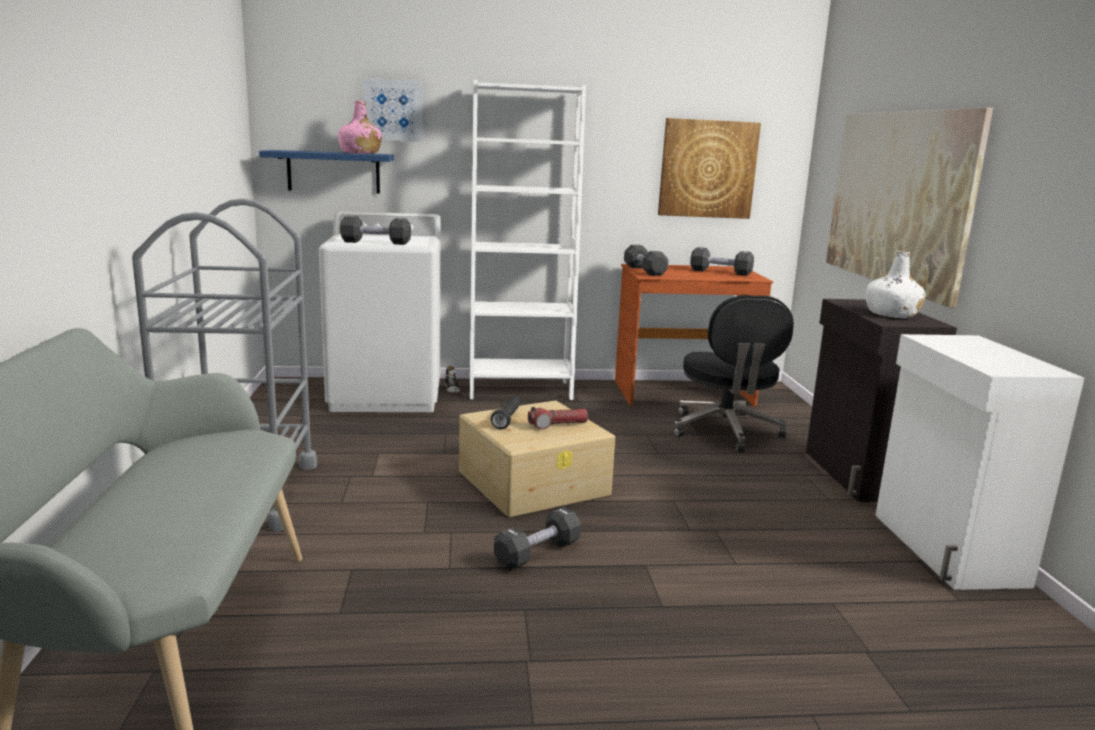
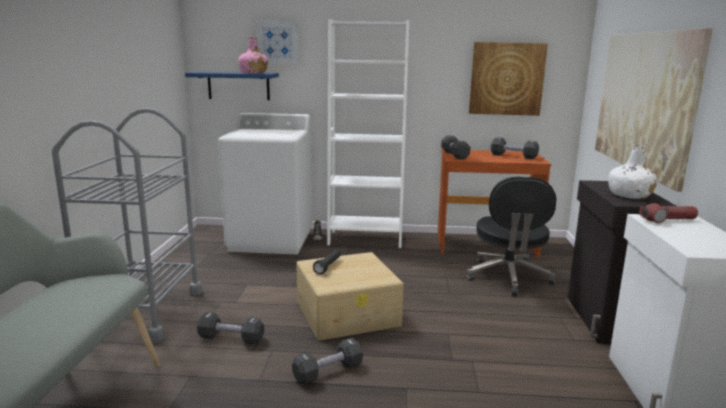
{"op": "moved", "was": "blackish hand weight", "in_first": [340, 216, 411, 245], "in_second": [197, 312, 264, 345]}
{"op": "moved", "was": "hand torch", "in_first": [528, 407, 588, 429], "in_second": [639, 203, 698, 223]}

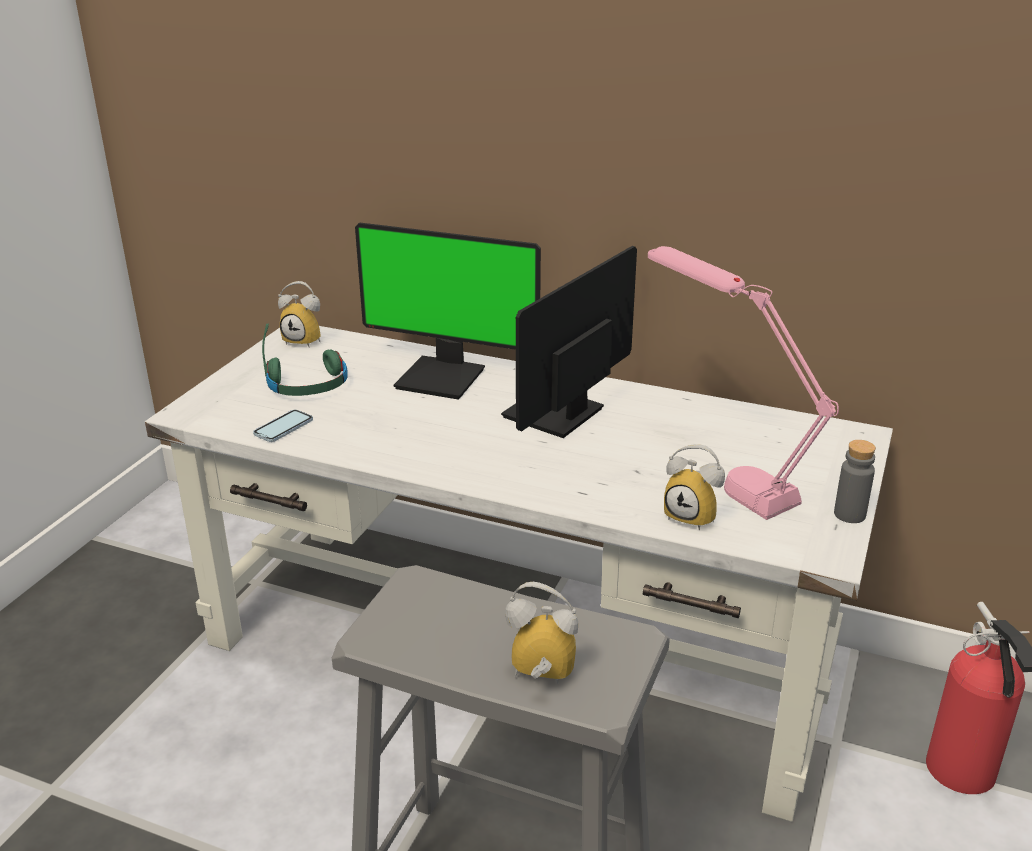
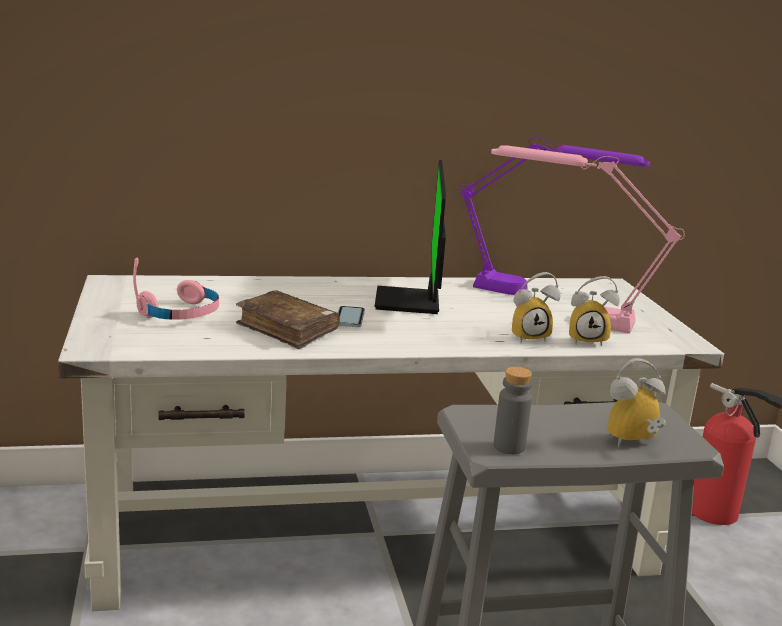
{"op": "moved", "was": "handset", "in_first": [253, 410, 313, 442], "in_second": [338, 306, 365, 327]}
{"op": "recoloured", "was": "green-coloured headset", "now": "pink-coloured headset", "in_first": [262, 324, 348, 396], "in_second": [133, 258, 219, 320]}
{"op": "moved", "was": "bedside clock", "in_first": [278, 281, 321, 347], "in_second": [512, 272, 560, 343]}
{"op": "removed", "was": "monitor", "in_first": [355, 223, 541, 400]}
{"op": "moved", "was": "gray drink bottle", "in_first": [834, 440, 876, 523], "in_second": [494, 367, 532, 454]}
{"op": "added", "now": "brown book", "in_second": [236, 290, 340, 349]}
{"op": "added", "now": "purplish tabletop lamp", "in_second": [459, 138, 650, 295]}

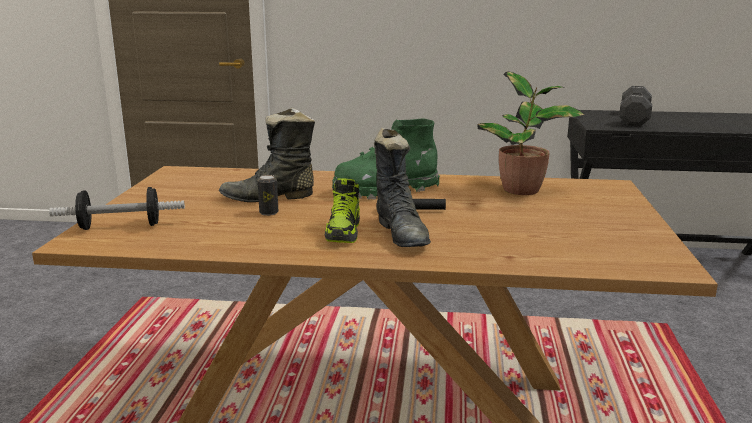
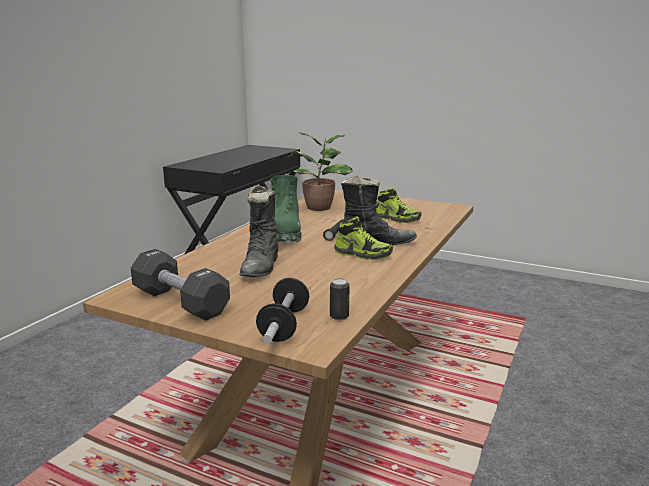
{"op": "moved", "was": "metal can", "in_first": [258, 175, 278, 216], "in_second": [330, 278, 350, 320]}
{"op": "moved", "was": "blackish hand weight", "in_first": [619, 86, 652, 126], "in_second": [130, 249, 230, 321]}
{"op": "added", "now": "shoe", "in_second": [376, 187, 422, 223]}

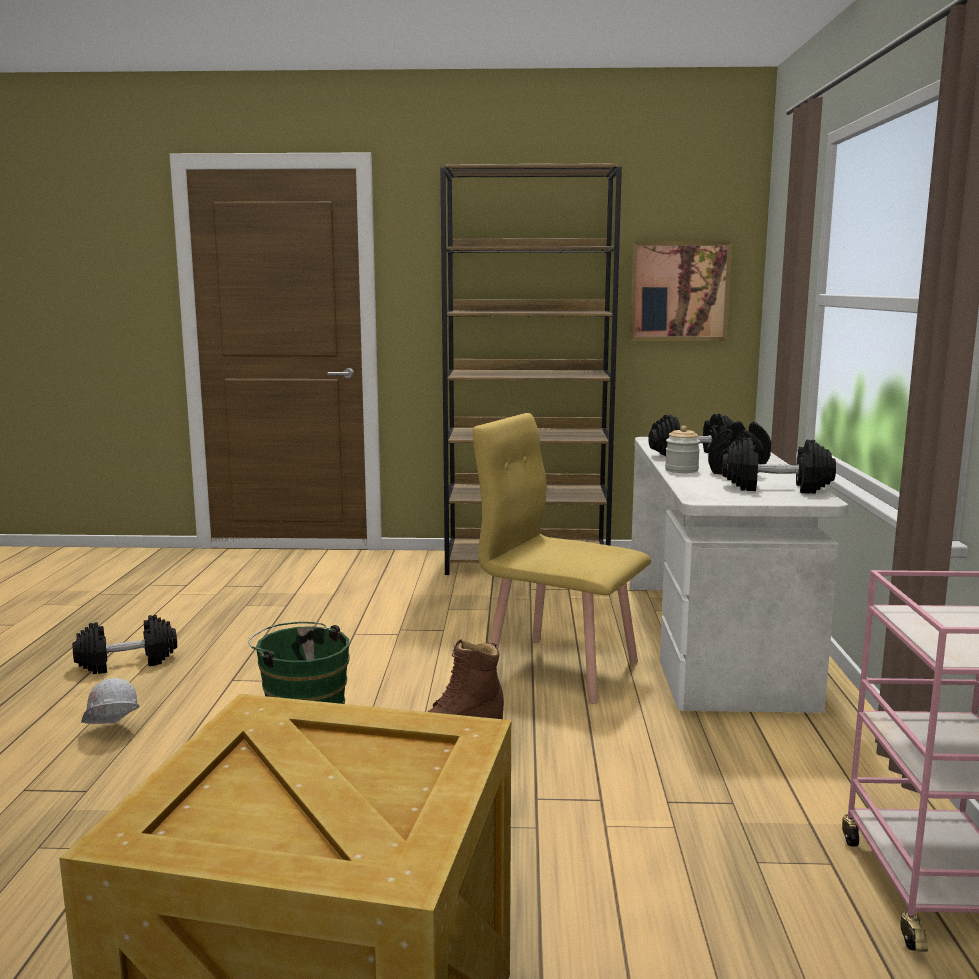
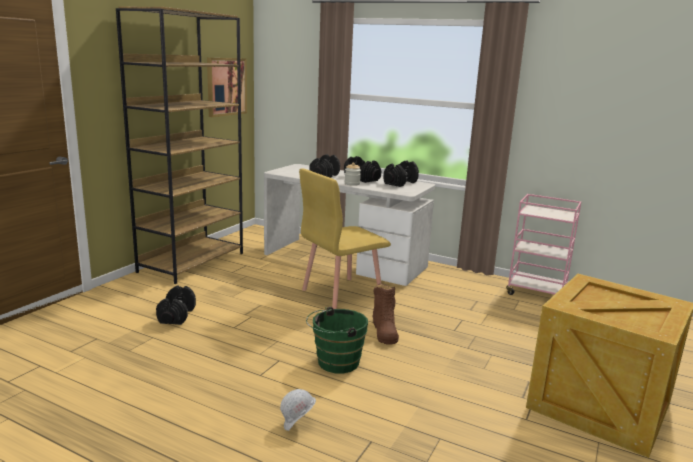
{"op": "moved", "was": "blackish hand weight", "in_first": [72, 615, 177, 674], "in_second": [156, 285, 196, 325]}

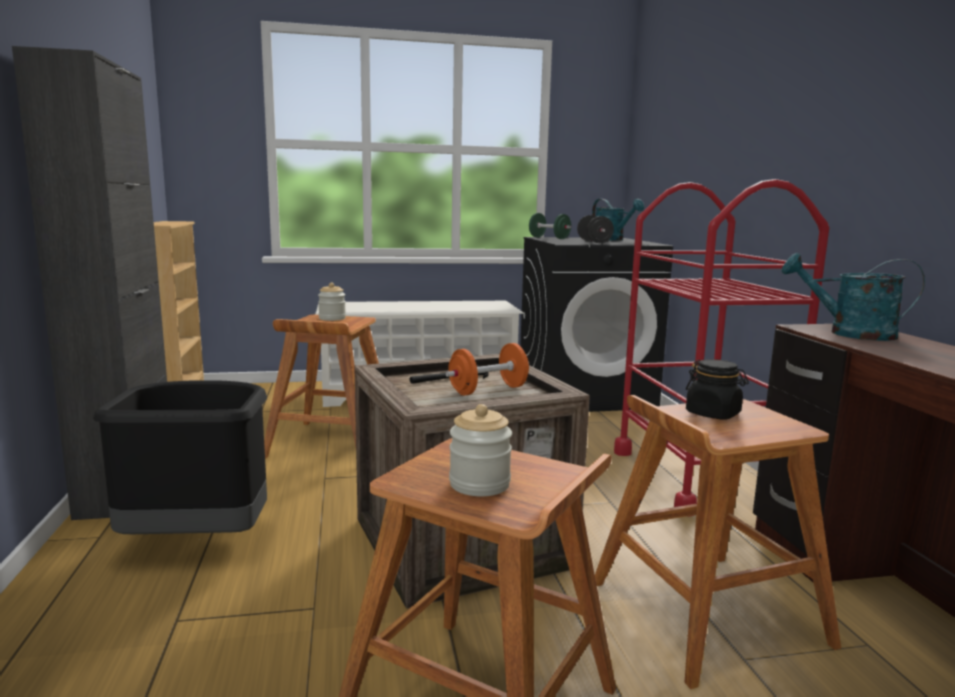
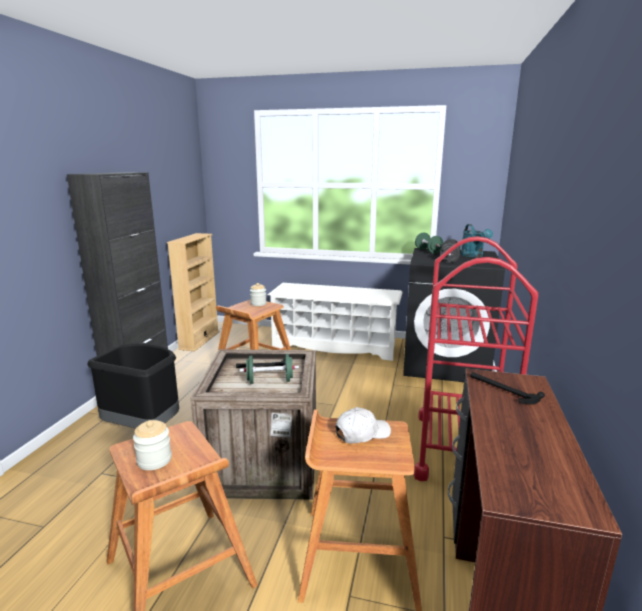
{"op": "recoloured", "was": "orange hand weight", "now": "green-coloured hand weight", "in_first": [446, 343, 529, 395], "in_second": [240, 354, 299, 384]}
{"op": "replaced", "was": "blackish jar", "now": "whitish baseball cap", "in_first": [686, 359, 749, 419], "in_second": [335, 407, 391, 443]}
{"op": "replaced", "was": "turquoise-coloured sprinkling can", "now": "hammer", "in_first": [781, 253, 925, 341], "in_second": [470, 372, 545, 404]}

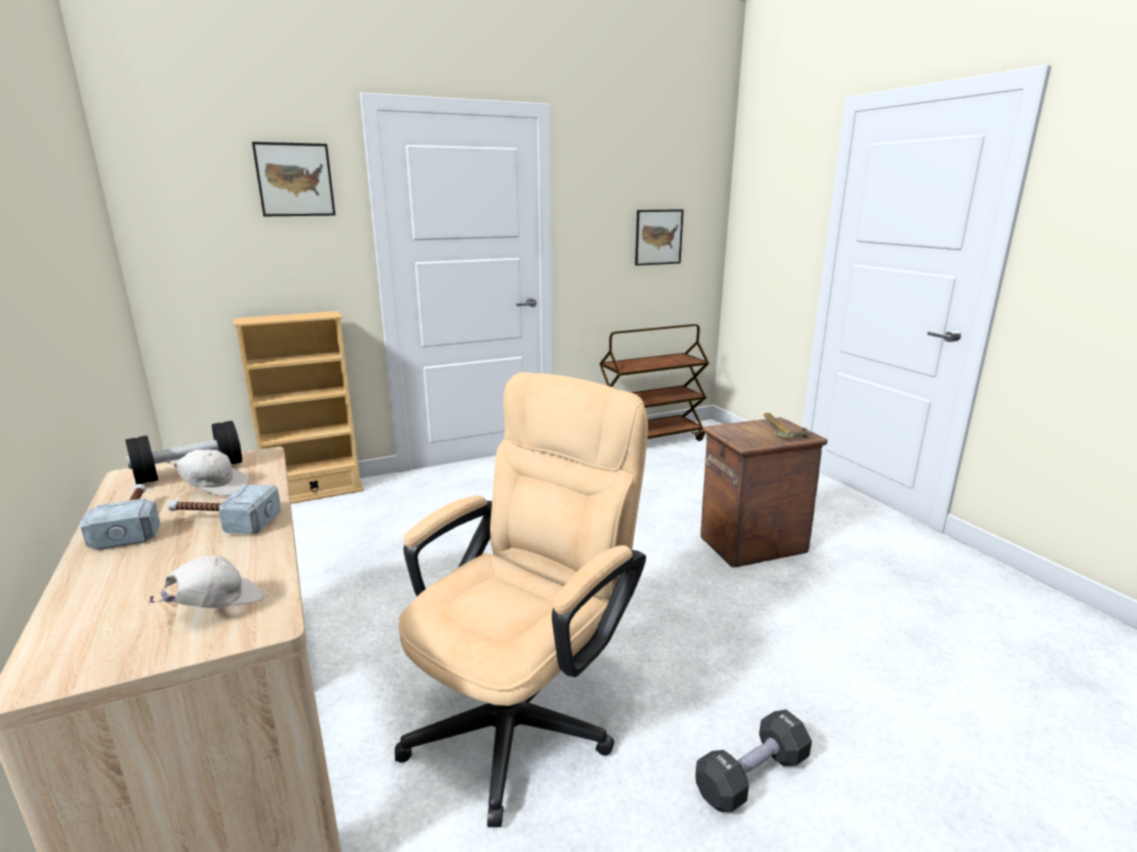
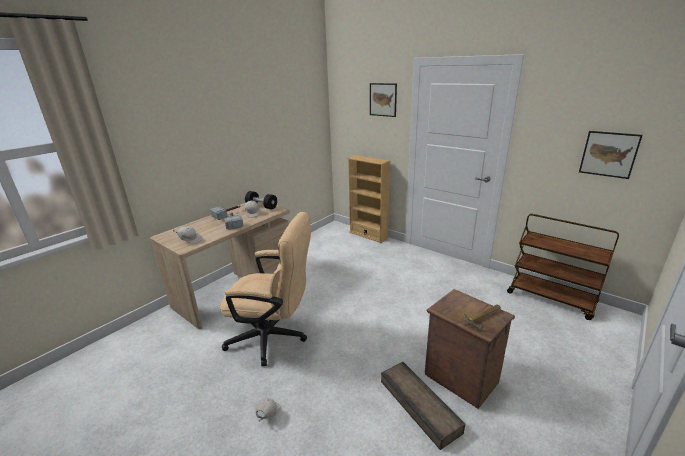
{"op": "replaced", "was": "blackish hand weight", "now": "whitish baseball cap", "in_first": [695, 710, 812, 812], "in_second": [256, 397, 281, 422]}
{"op": "added", "now": "shipping crate", "in_second": [381, 362, 465, 450]}

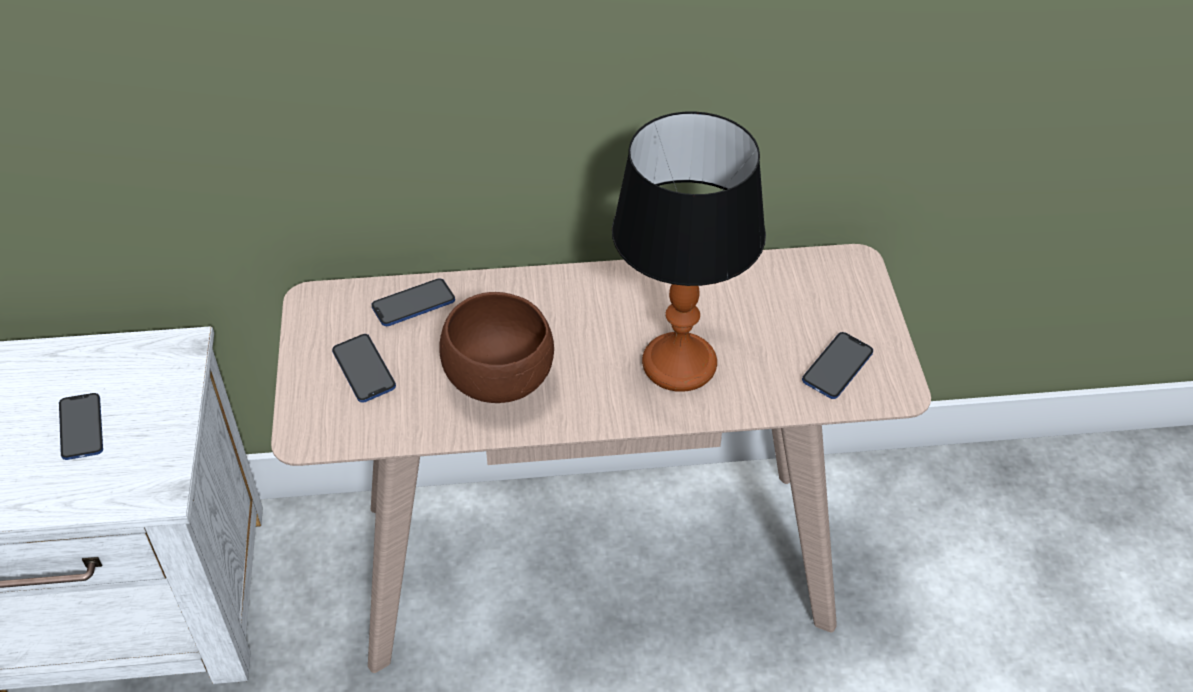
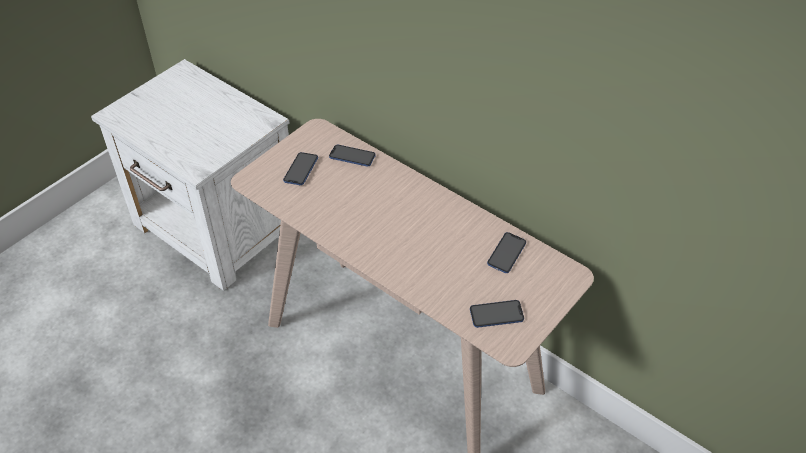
{"op": "moved", "was": "handset", "in_first": [59, 393, 103, 460], "in_second": [487, 232, 526, 273]}
{"op": "removed", "was": "brown bowl", "in_first": [439, 292, 554, 403]}
{"op": "removed", "was": "tabletop lamp", "in_first": [612, 111, 766, 392]}

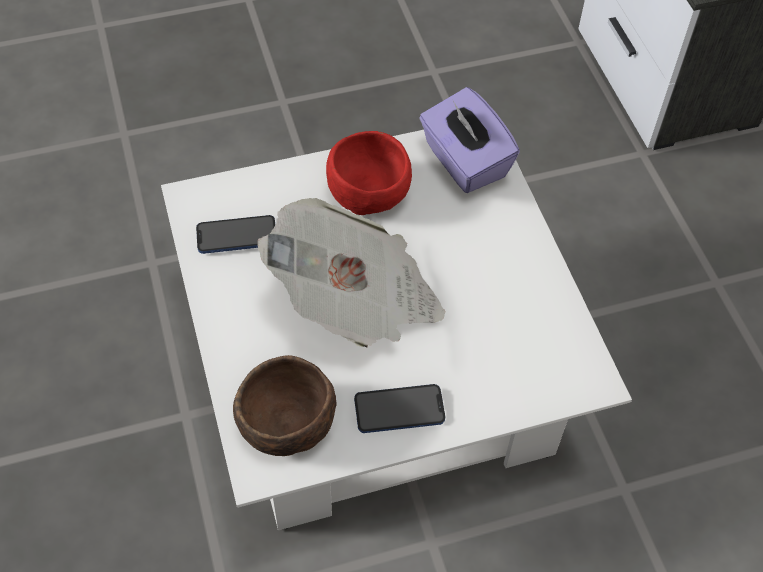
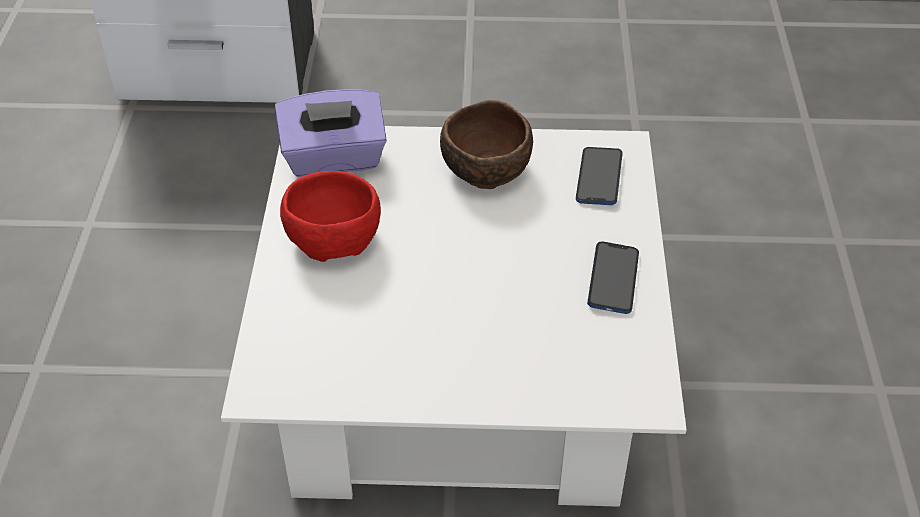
{"op": "moved", "was": "handset", "in_first": [196, 215, 275, 254], "in_second": [576, 147, 623, 205]}
{"op": "moved", "was": "brown bowl", "in_first": [233, 355, 337, 456], "in_second": [440, 100, 533, 189]}
{"op": "removed", "was": "daily paper", "in_first": [257, 198, 446, 347]}

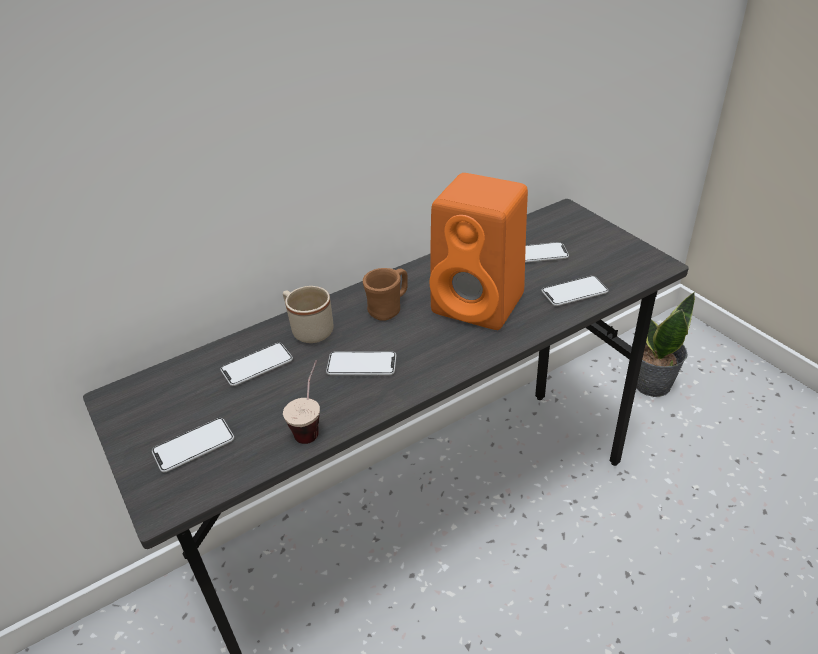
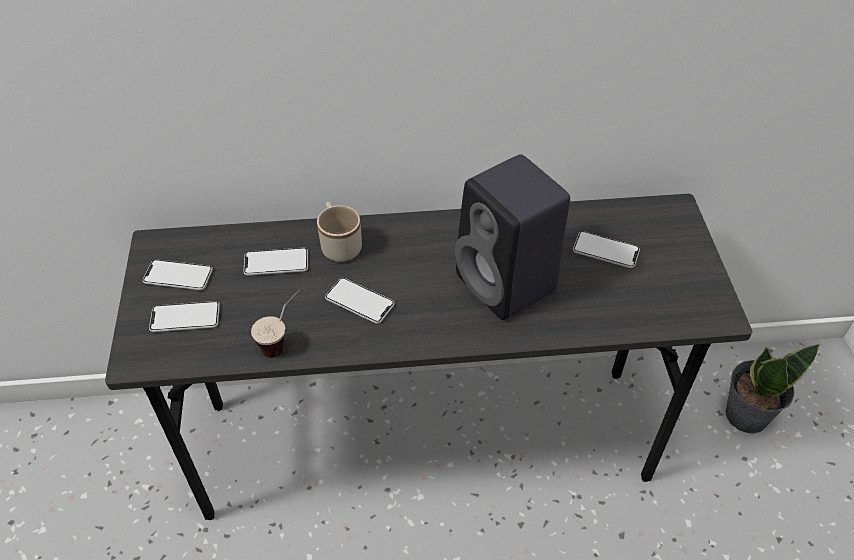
{"op": "removed", "was": "brown coffee mug", "in_first": [363, 268, 408, 321]}
{"op": "recoloured", "was": "orange loudspeaker", "now": "blackish loudspeaker", "in_first": [430, 173, 528, 330], "in_second": [455, 154, 570, 320]}
{"op": "moved", "was": "handset", "in_first": [541, 276, 608, 306], "in_second": [143, 259, 213, 290]}

